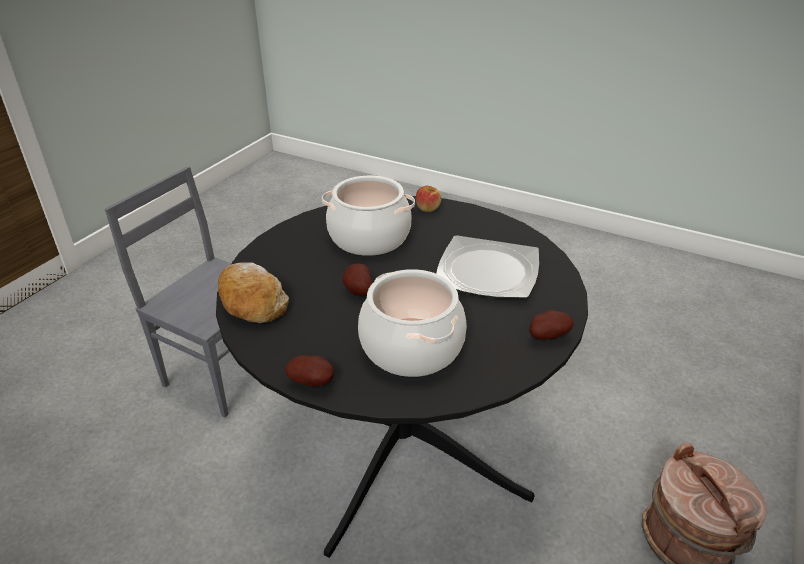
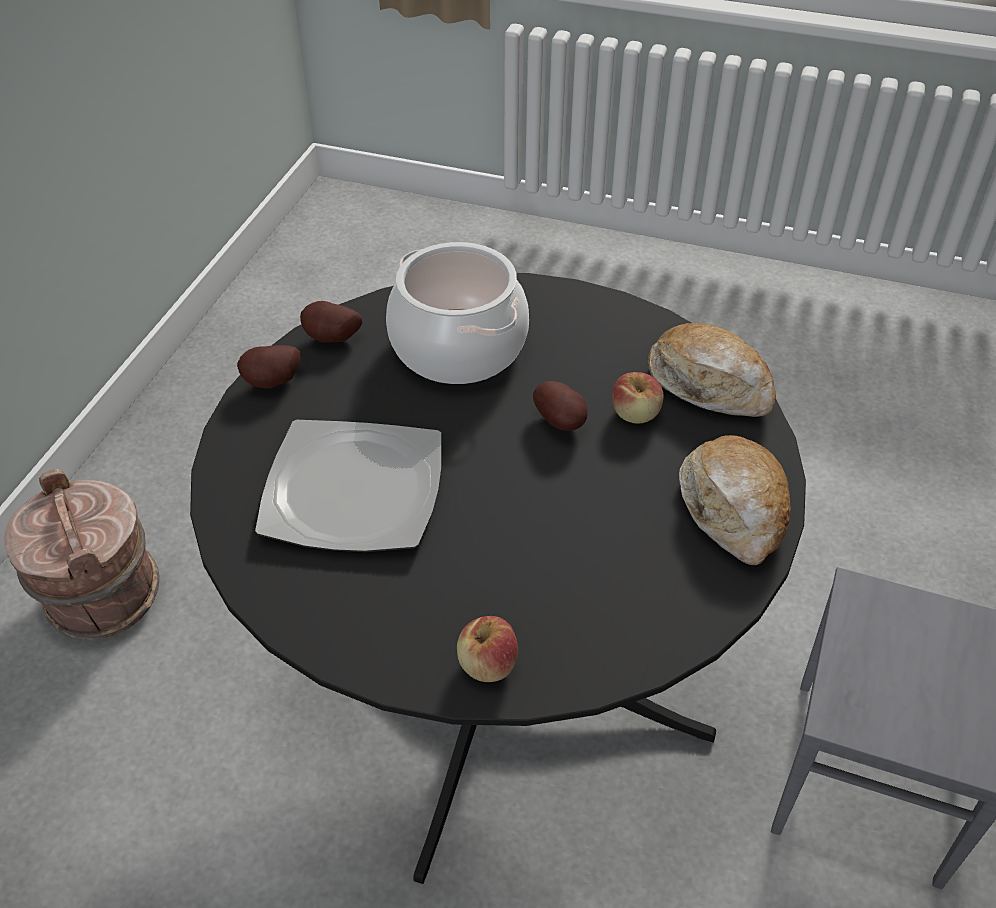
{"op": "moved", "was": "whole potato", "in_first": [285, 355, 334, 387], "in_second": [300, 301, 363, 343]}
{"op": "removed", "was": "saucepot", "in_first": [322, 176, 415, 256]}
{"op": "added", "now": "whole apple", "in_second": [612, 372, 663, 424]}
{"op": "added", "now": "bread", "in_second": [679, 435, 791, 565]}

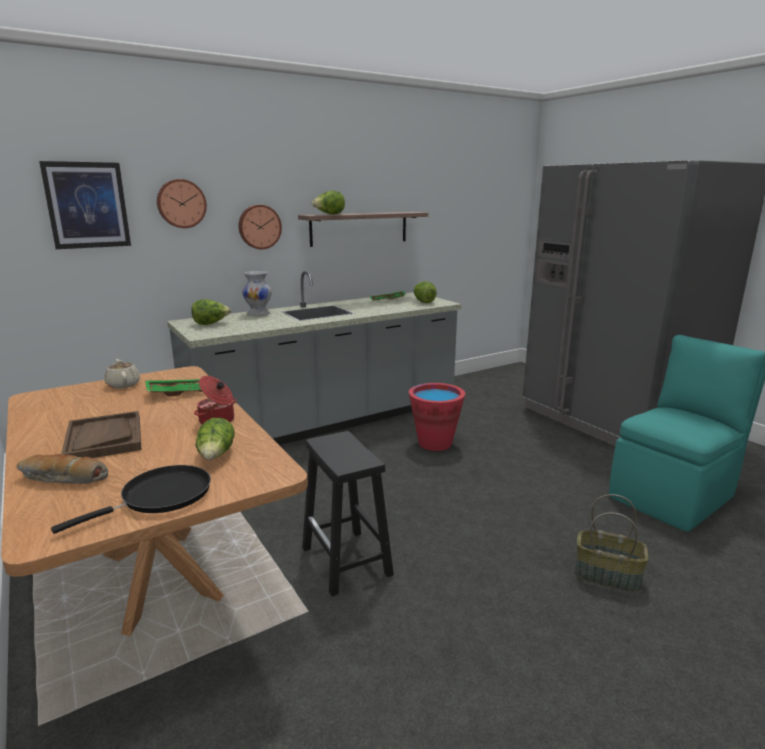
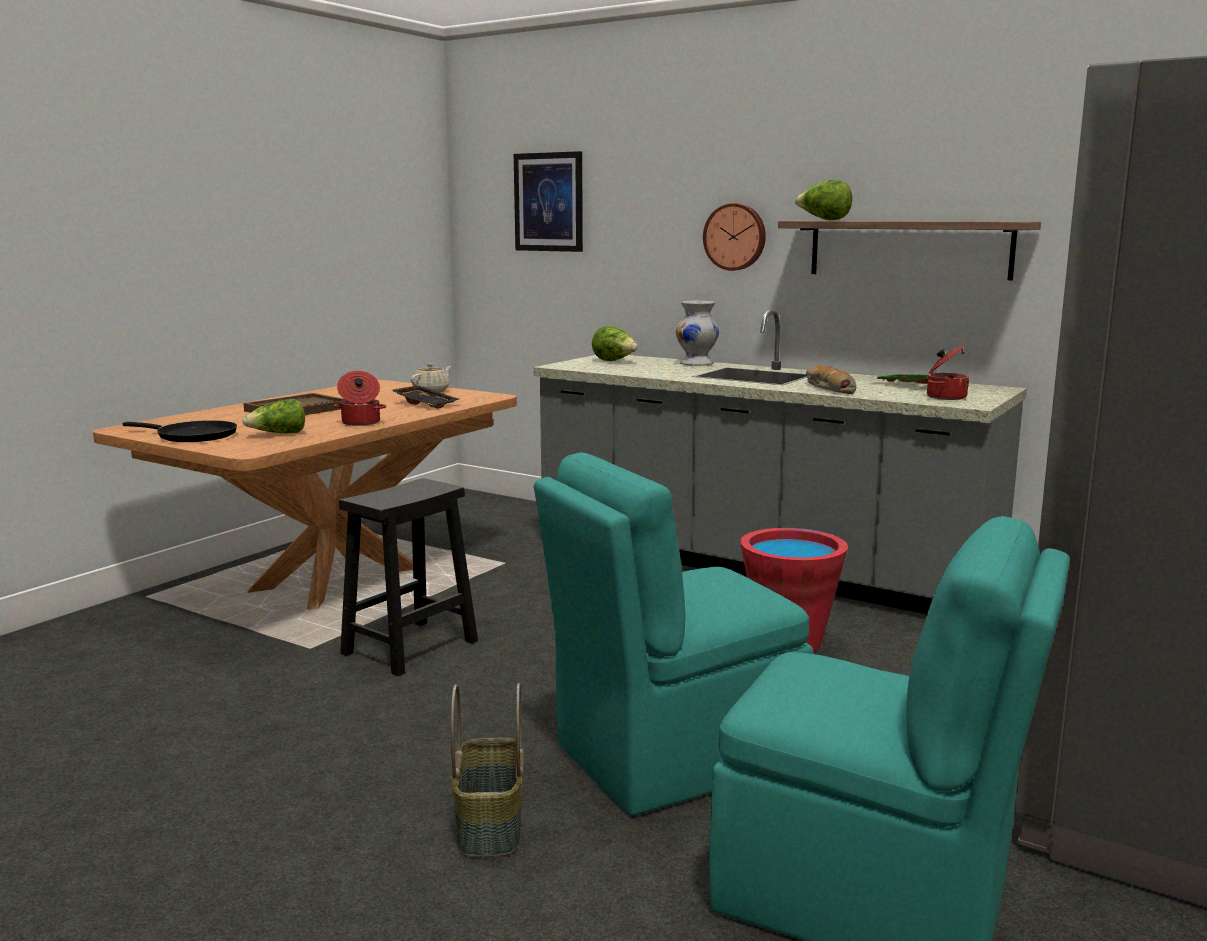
{"op": "moved", "was": "bread", "in_first": [17, 454, 108, 484], "in_second": [806, 365, 856, 394]}
{"op": "recoloured", "was": "green-coloured serving tray", "now": "blackish serving tray", "in_first": [145, 379, 202, 396], "in_second": [391, 385, 459, 409]}
{"op": "removed", "was": "wall clock", "in_first": [157, 179, 207, 228]}
{"op": "replaced", "was": "lettuce", "now": "saucepot", "in_first": [414, 281, 437, 303], "in_second": [927, 345, 969, 400]}
{"op": "added", "now": "turquoise-coloured upright chair", "in_second": [534, 452, 813, 816]}

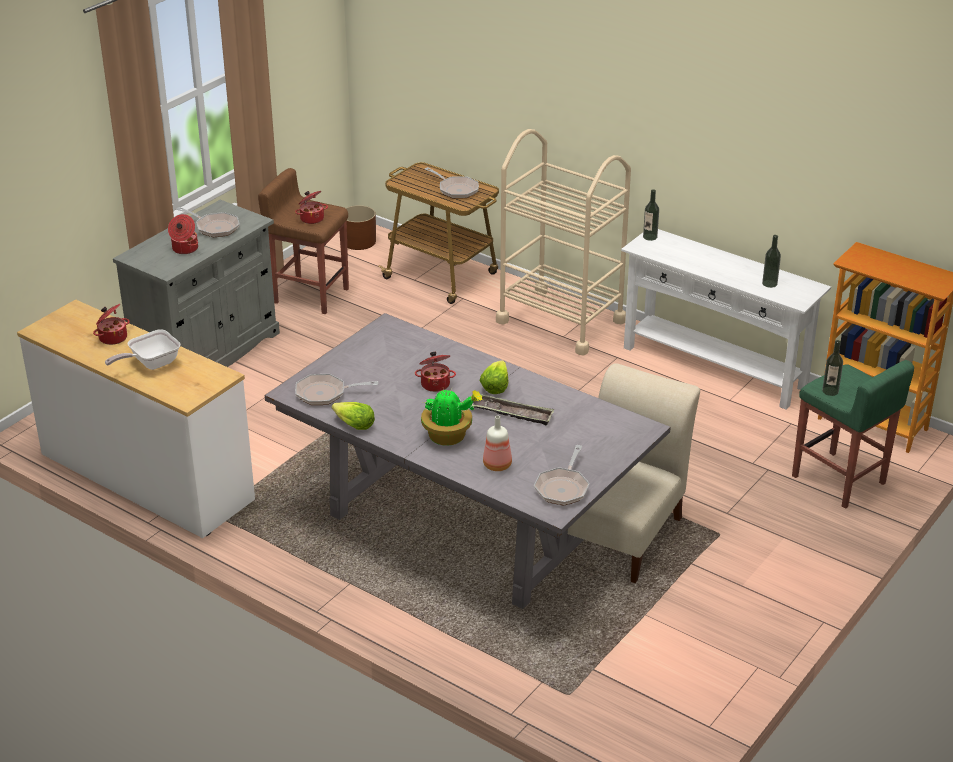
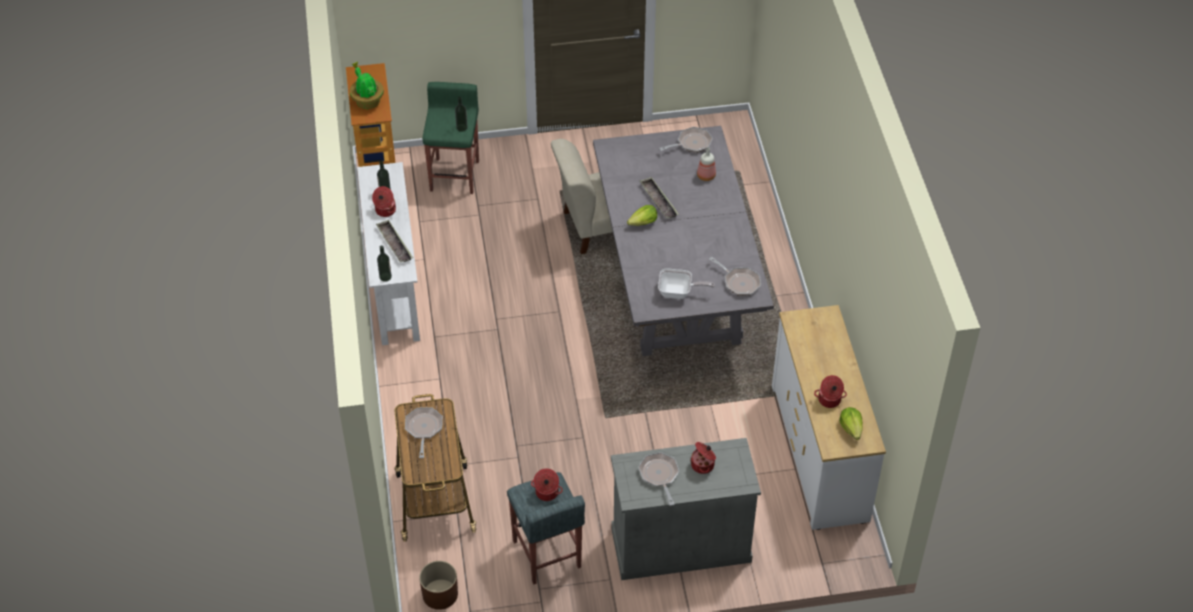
{"op": "moved", "was": "skillet", "in_first": [105, 329, 180, 370], "in_second": [658, 268, 715, 299]}
{"op": "recoloured", "was": "brown stool", "now": "gray stool", "in_first": [258, 168, 349, 314], "in_second": [507, 472, 585, 584]}
{"op": "moved", "was": "lettuce", "in_first": [332, 402, 375, 430], "in_second": [839, 407, 863, 440]}
{"op": "moved", "was": "saucepot", "in_first": [415, 352, 456, 392], "in_second": [372, 186, 396, 217]}
{"op": "moved", "was": "potted plant", "in_first": [421, 389, 483, 446], "in_second": [349, 62, 384, 109]}
{"op": "removed", "was": "beige wheeled cart", "in_first": [496, 129, 631, 356]}
{"op": "added", "now": "serving tray", "in_second": [376, 220, 413, 262]}

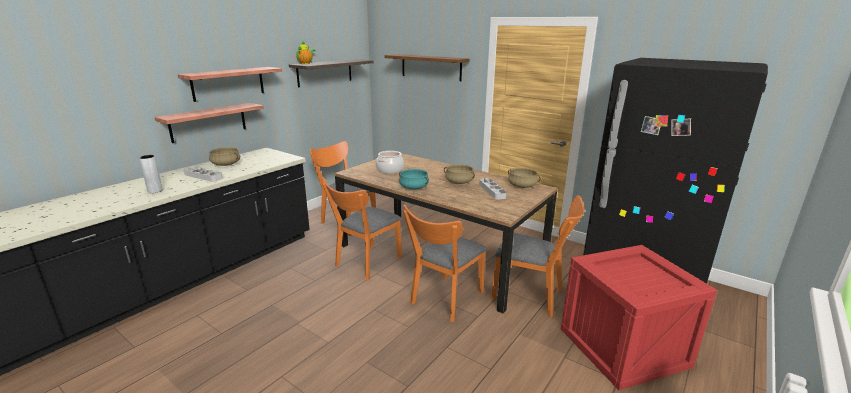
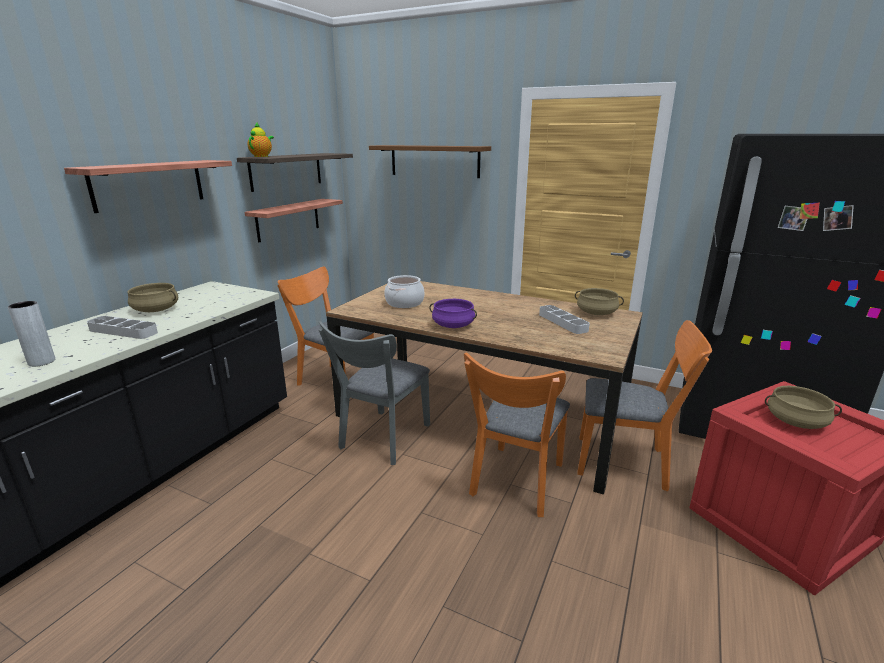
{"op": "moved", "was": "bracket shelf", "in_first": [154, 103, 264, 143], "in_second": [245, 199, 343, 243]}
{"op": "recoloured", "was": "orange upright chair", "now": "gray upright chair", "in_first": [322, 178, 402, 280], "in_second": [319, 321, 430, 465]}
{"op": "recoloured", "was": "turquoise-coloured saucepot", "now": "purplish saucepot", "in_first": [399, 169, 429, 189], "in_second": [429, 299, 477, 328]}
{"op": "moved", "was": "beige saucepot", "in_first": [444, 164, 475, 184], "in_second": [765, 386, 842, 429]}

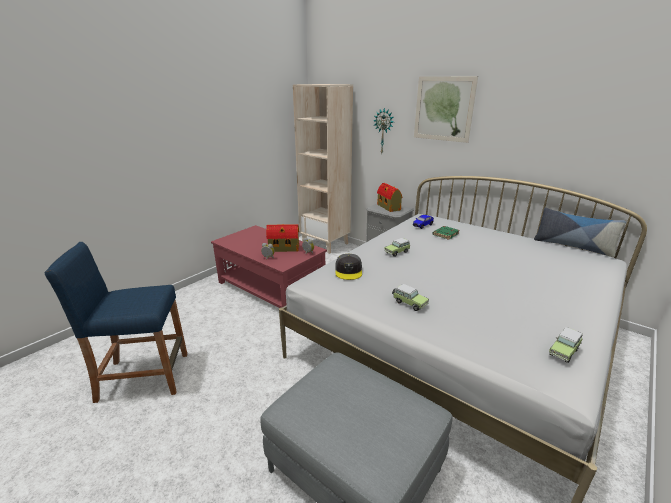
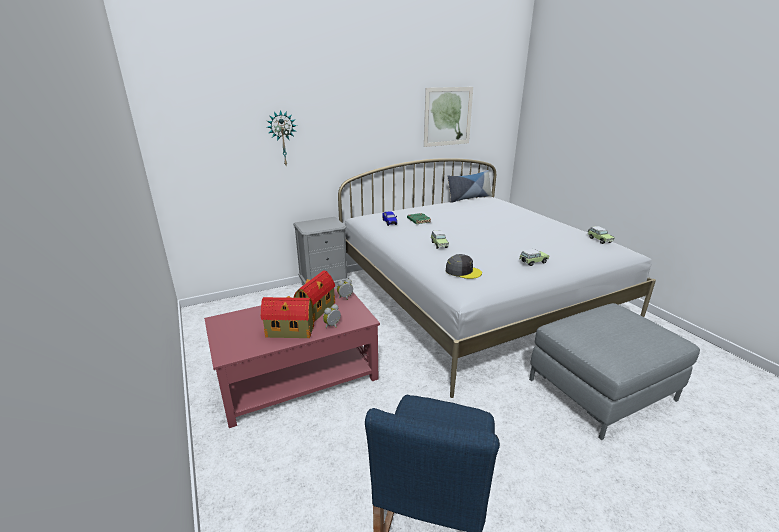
{"op": "removed", "was": "beige shelving unit", "in_first": [293, 84, 353, 254]}
{"op": "moved", "was": "toy house", "in_first": [377, 183, 403, 212], "in_second": [261, 296, 314, 338]}
{"op": "moved", "was": "wall picture", "in_first": [414, 76, 478, 143], "in_second": [424, 87, 473, 147]}

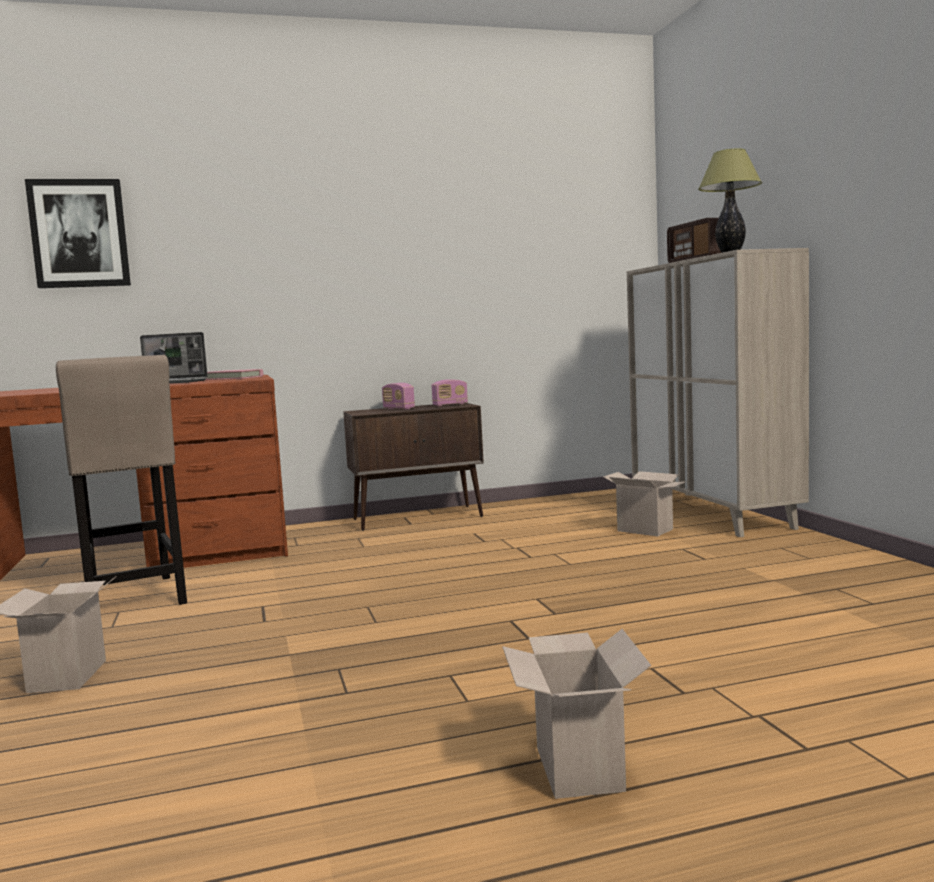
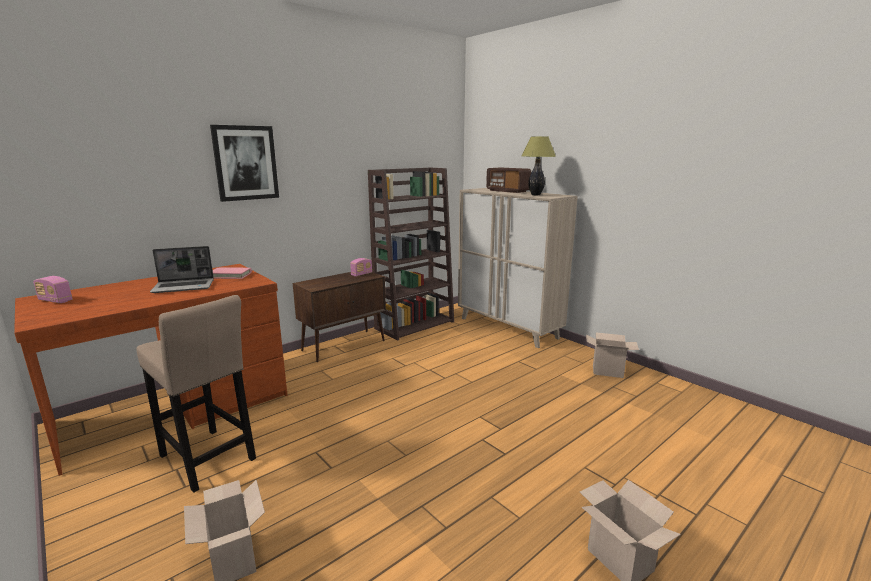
{"op": "moved", "was": "wall picture", "in_first": [25, 179, 131, 288], "in_second": [210, 125, 279, 202]}
{"op": "moved", "was": "radio", "in_first": [382, 383, 415, 410], "in_second": [33, 276, 72, 303]}
{"op": "moved", "was": "packing box", "in_first": [603, 471, 687, 537], "in_second": [586, 332, 639, 378]}
{"op": "added", "now": "brown shelving unit", "in_second": [368, 167, 454, 341]}

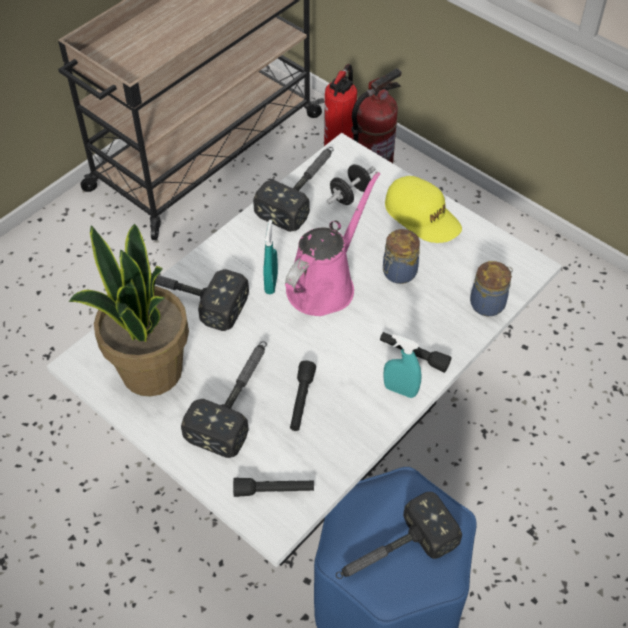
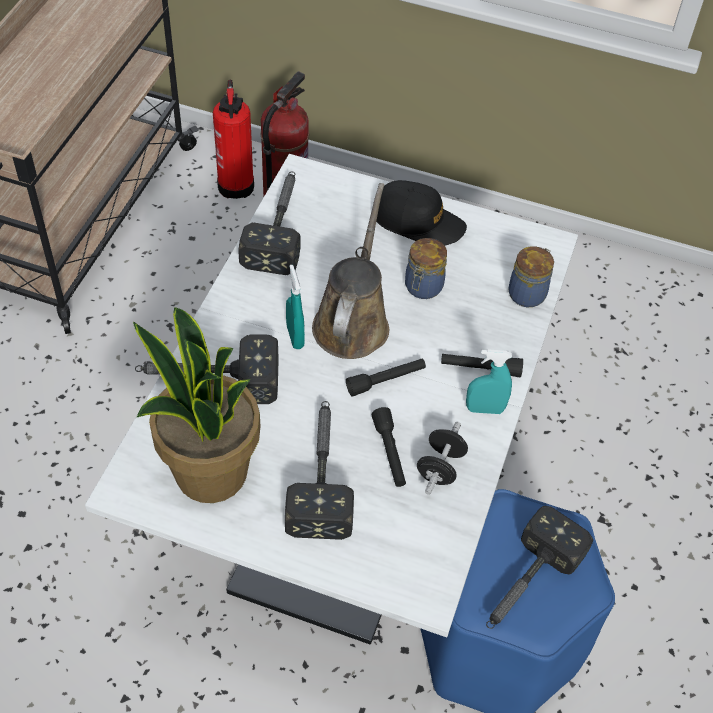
{"op": "moved", "was": "blackish hand torch", "in_first": [233, 478, 314, 497], "in_second": [346, 358, 426, 397]}
{"op": "recoloured", "was": "pink-coloured sprinkling can", "now": "brown sprinkling can", "in_first": [285, 172, 380, 316], "in_second": [312, 183, 389, 359]}
{"op": "moved", "was": "blackish hand weight", "in_first": [326, 164, 375, 205], "in_second": [417, 422, 468, 495]}
{"op": "recoloured", "was": "yellow-coloured baseball cap", "now": "blackish baseball cap", "in_first": [385, 176, 462, 243], "in_second": [376, 180, 467, 246]}

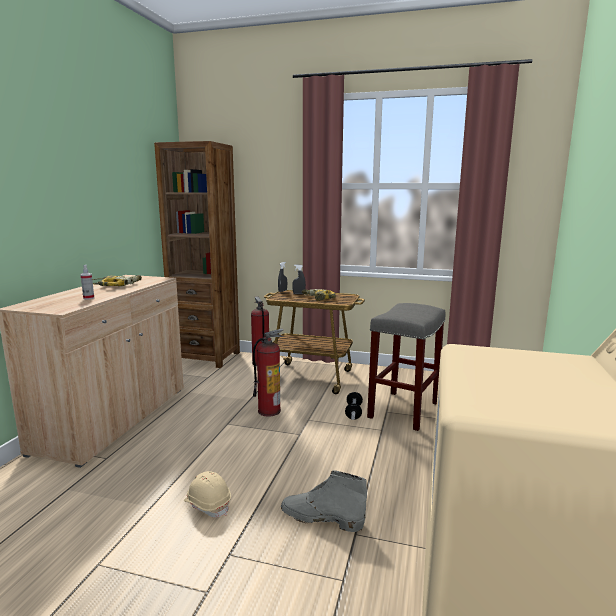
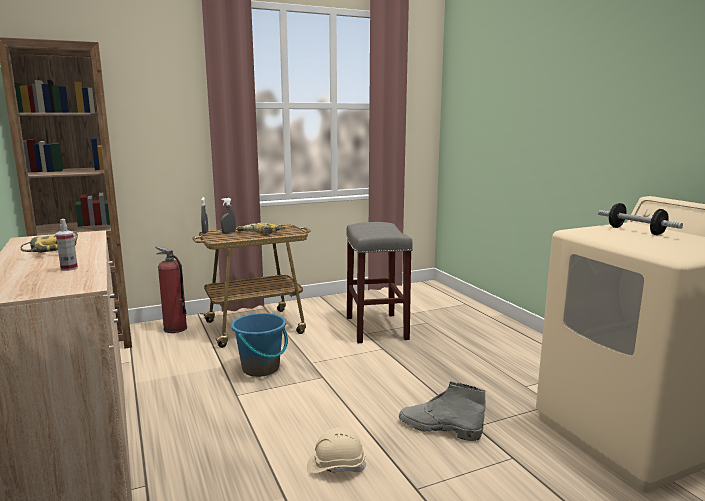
{"op": "replaced", "was": "fire-fighting cylinder", "now": "bluish water bucket", "in_first": [253, 328, 284, 416], "in_second": [231, 313, 288, 377]}
{"op": "turned", "was": "gray boot", "in_first": [281, 470, 367, 532], "in_second": [399, 381, 486, 441], "clockwise": 45}
{"op": "moved", "was": "hand weight", "in_first": [345, 392, 363, 420], "in_second": [598, 203, 683, 235]}

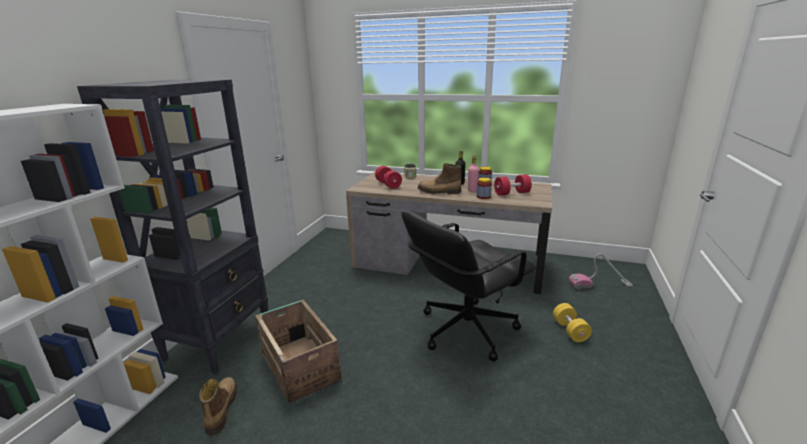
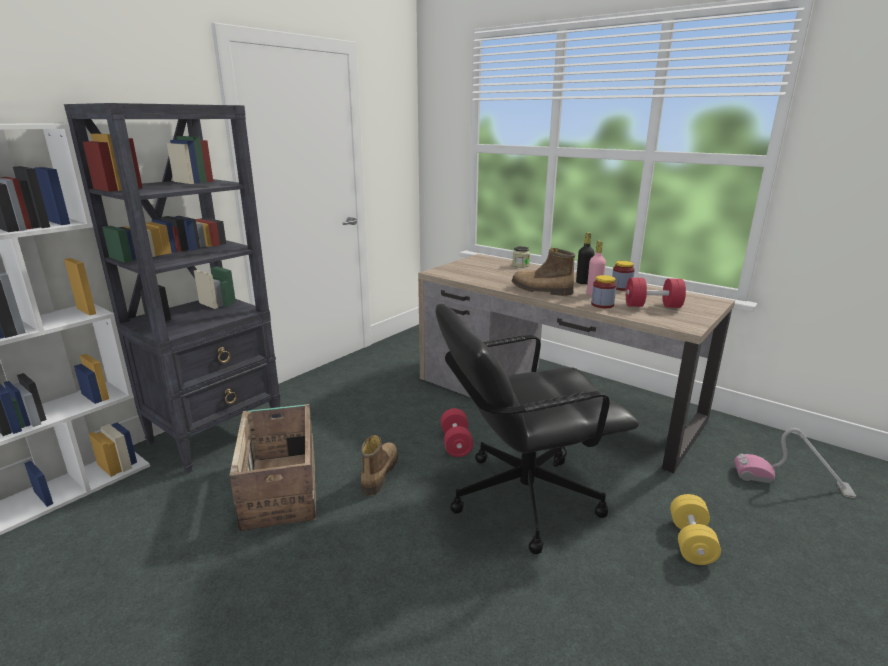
{"op": "moved", "was": "boot", "in_first": [199, 377, 237, 436], "in_second": [361, 435, 398, 496]}
{"op": "moved", "was": "red-coloured hand weight", "in_first": [375, 166, 402, 189], "in_second": [441, 408, 473, 457]}

